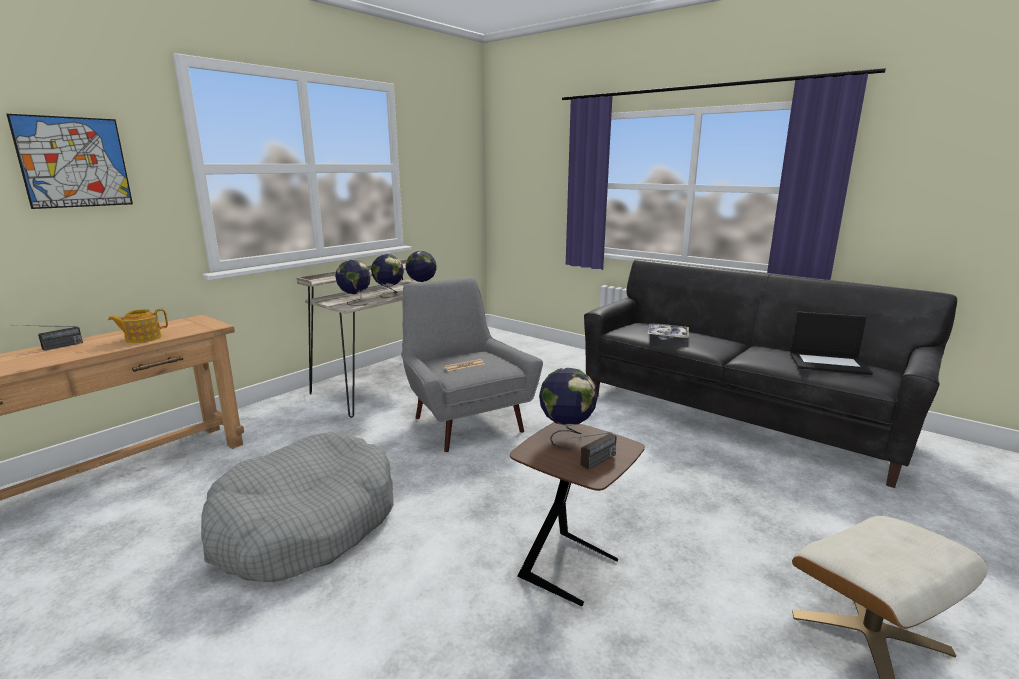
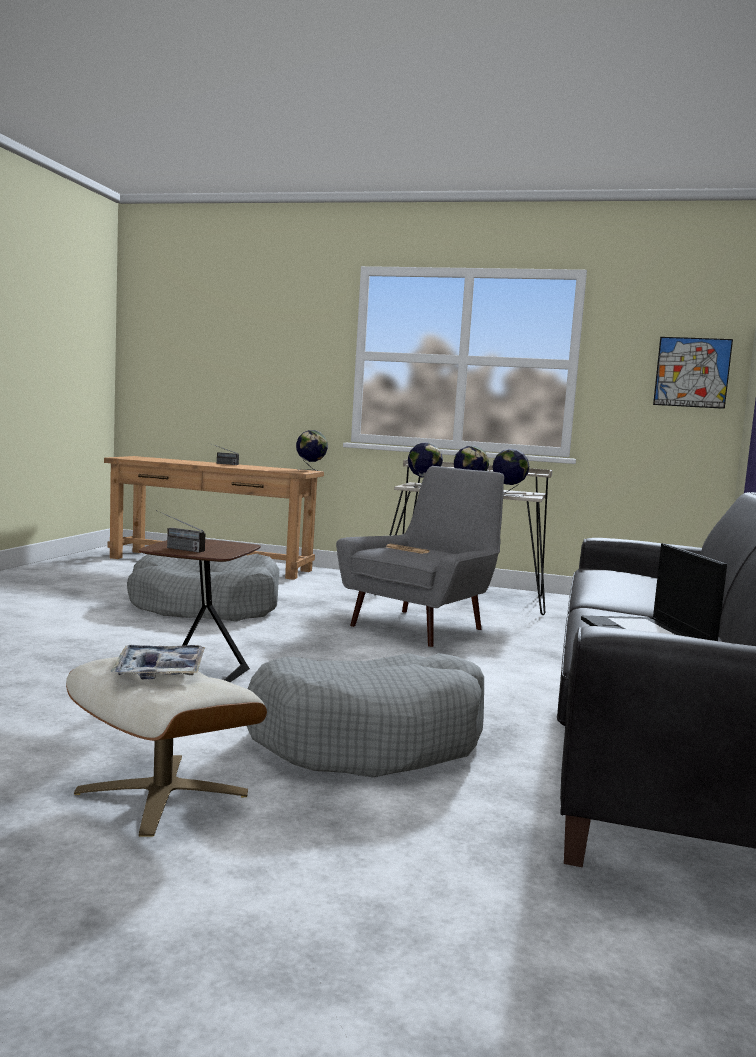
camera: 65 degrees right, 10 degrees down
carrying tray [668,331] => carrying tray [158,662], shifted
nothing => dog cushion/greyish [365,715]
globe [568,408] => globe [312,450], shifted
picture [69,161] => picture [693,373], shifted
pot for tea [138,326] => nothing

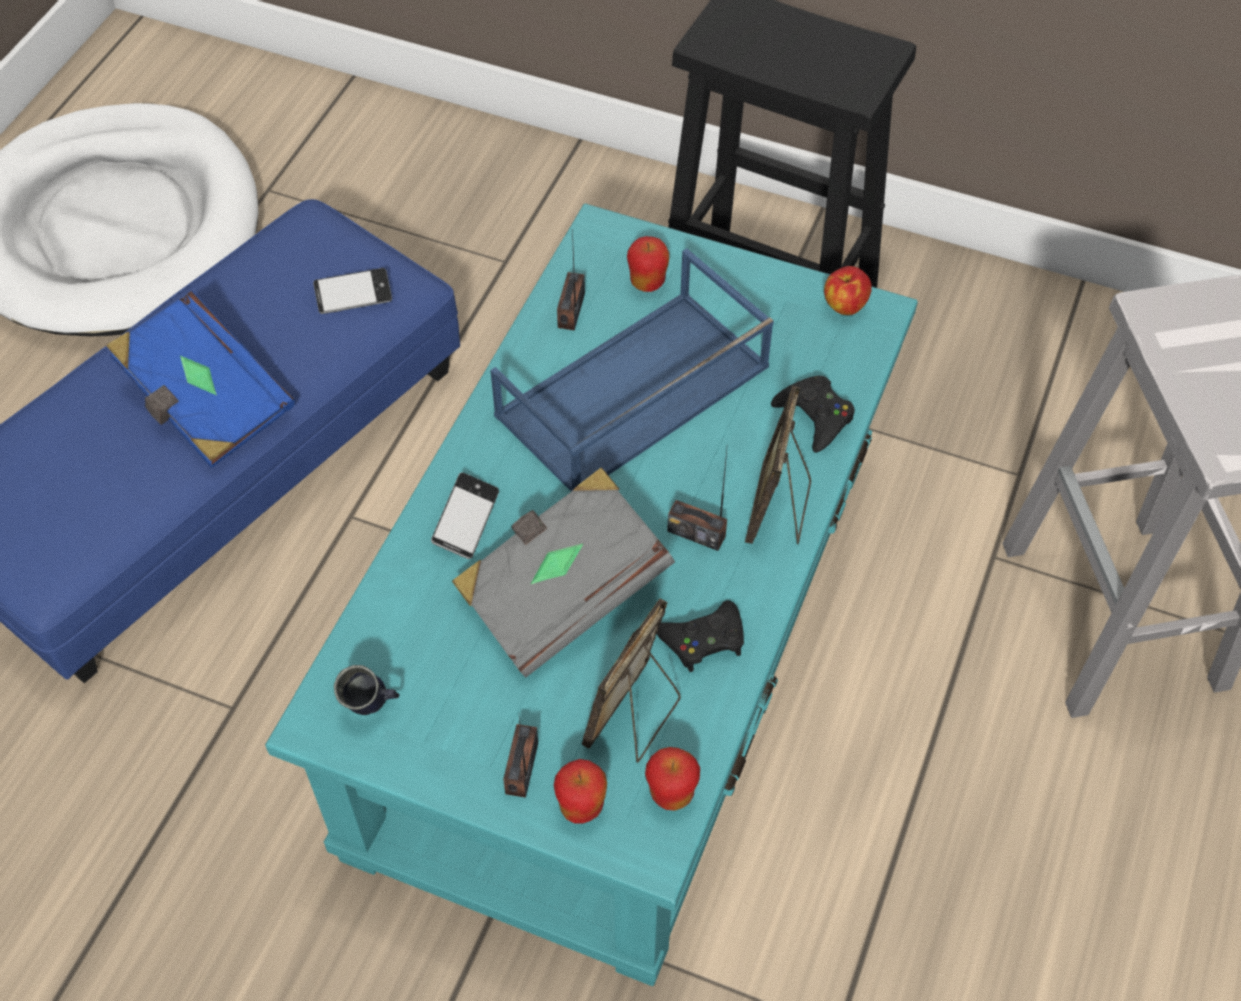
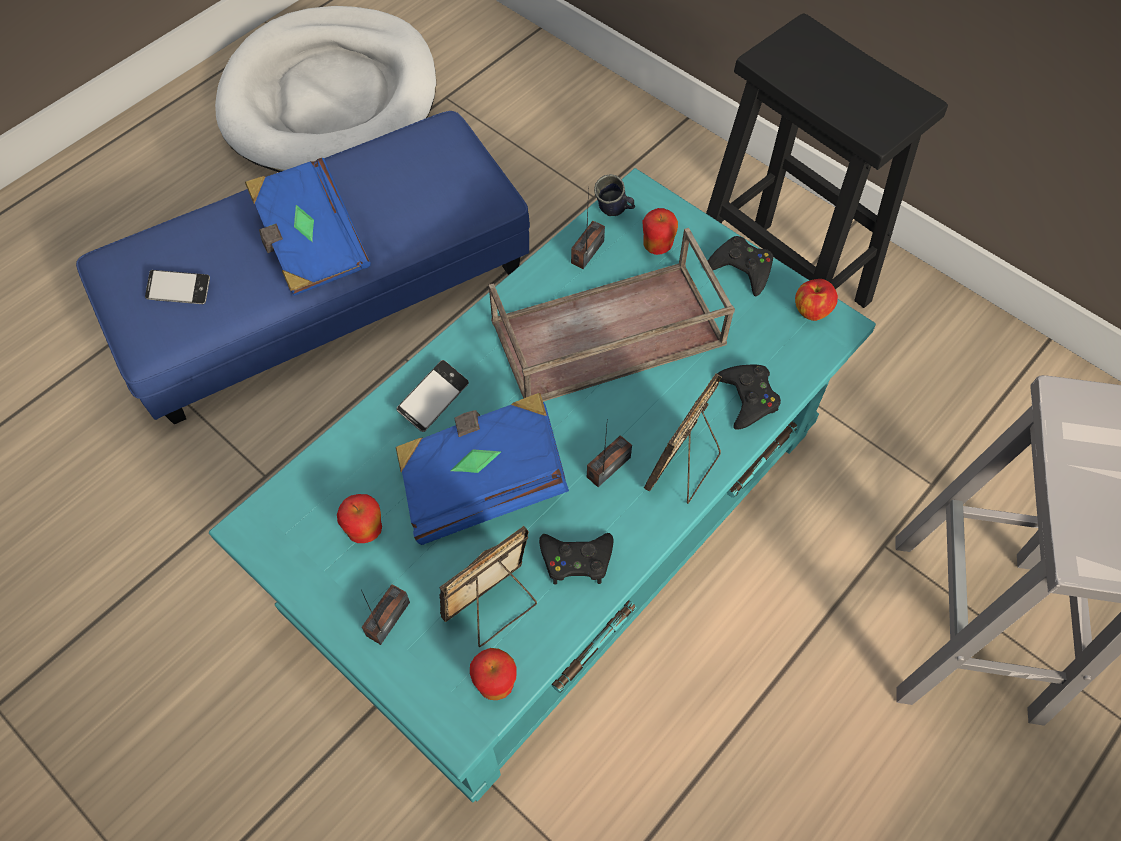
camera: 20 degrees right, 5 degrees up
phone [352,291] => phone [177,287], shifted
whole apple [580,791] => whole apple [359,518], shifted
book/greyish [563,573] => book/blue-coloured [482,469]
carrying tray/blue-coloured [632,370] => carrying tray/brown-coloured [612,315]
radio set [697,500] => radio set [609,456], 90 degrees clockwise
tea mug/blue-coloured [367,690] => tea mug/blue-coloured [614,195], shifted
nothing => gamepad/black-coloured [740,266]

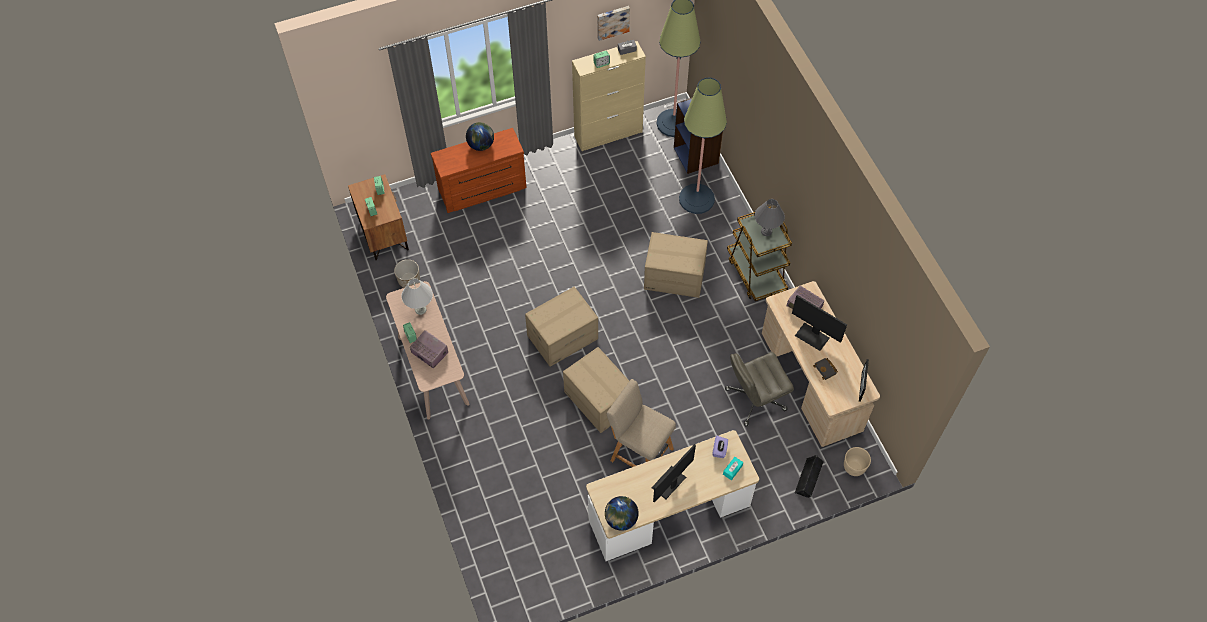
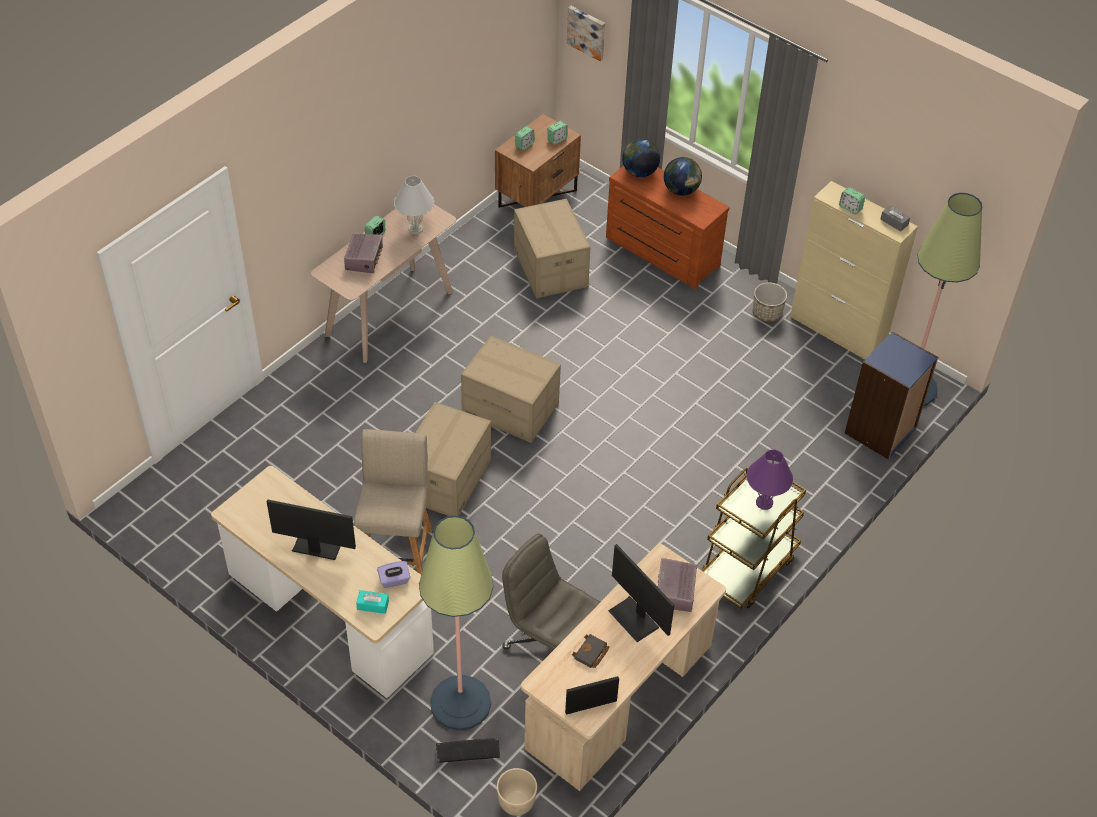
camera: 60 degrees right, 10 degrees down
standing lamp [703,146] => standing lamp [456,623], shifted
carton [676,265] => carton [552,248], shifted
picture [613,23] => picture [586,33], shifted
monitor [819,323] => monitor [641,593], 45 degrees counterclockwise
globe [622,513] => globe [641,158], shifted
lamp for a table/greyish [770,217] => lamp for a table/purple-coloured [769,479]
planter [407,273] => planter [770,302], shifted

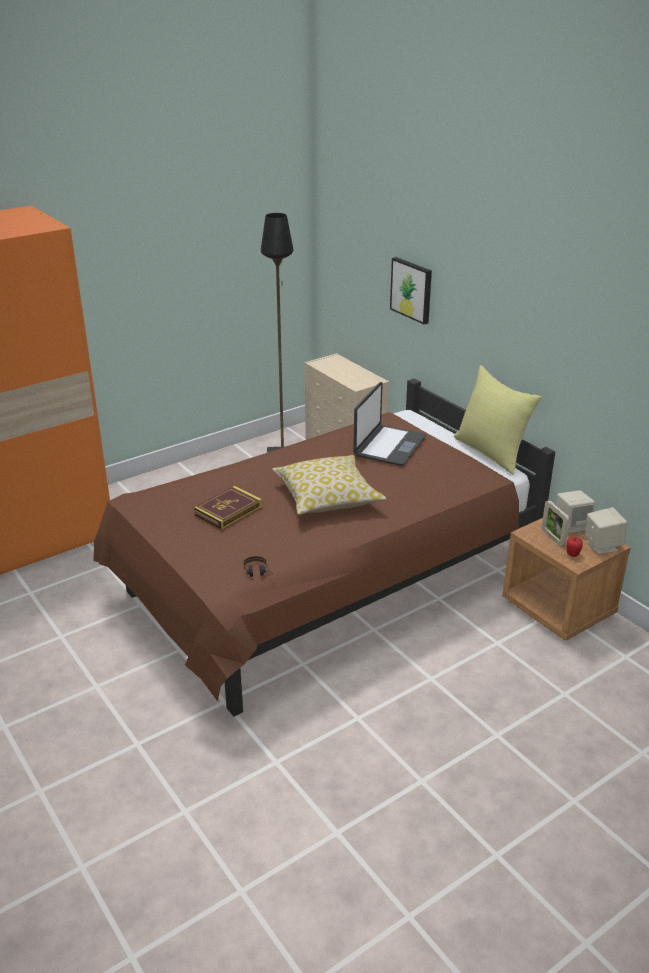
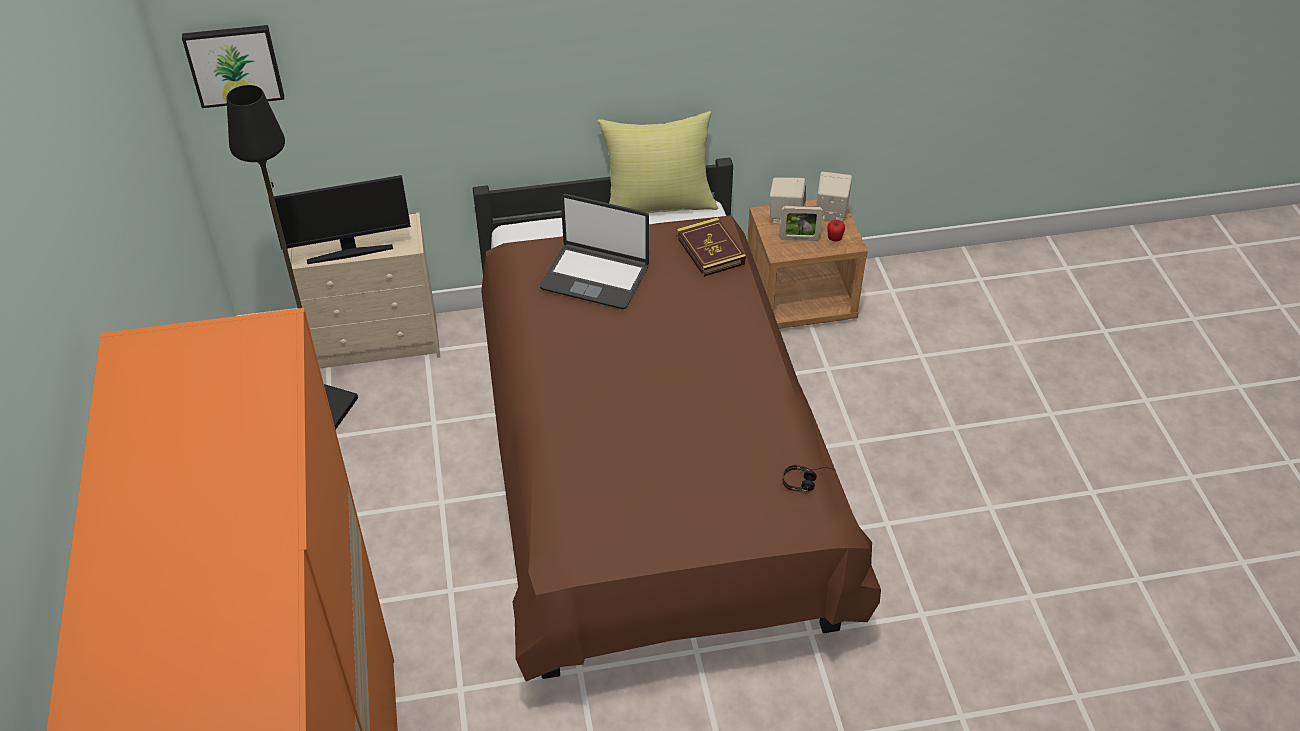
camera: 65 degrees left, 15 degrees up
picture [411,290] => picture [233,66], shifted
nothing => monitor [339,219]
notebook computer [389,424] => notebook computer [594,251], 150 degrees clockwise
book [228,508] => book [711,247], shifted
throw pillow [329,485] => nothing

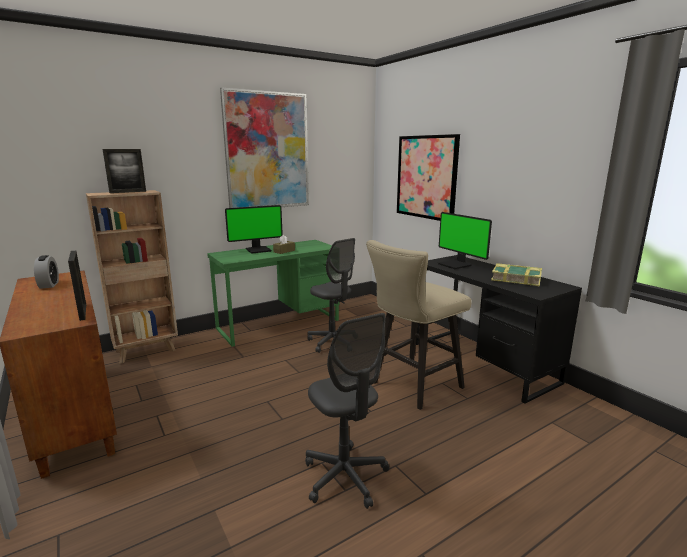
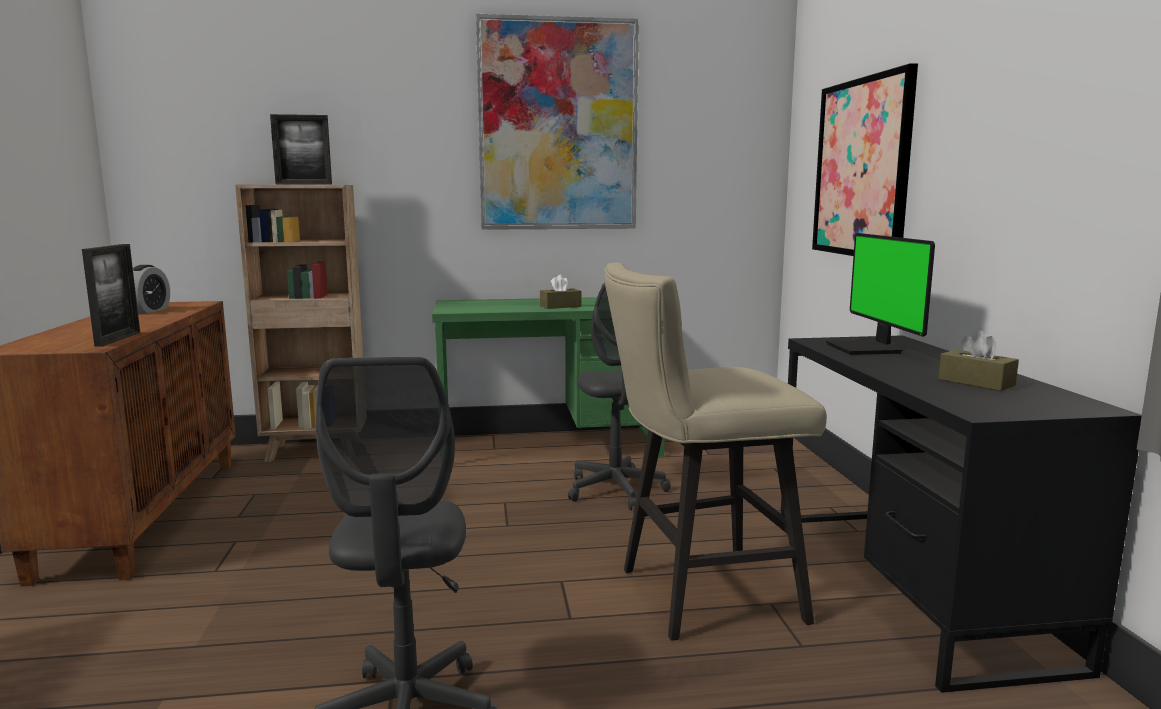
camera: 25 degrees right, 5 degrees down
book [516,274] => tissue box/brown-coloured [978,361]
monitor [254,229] => nothing

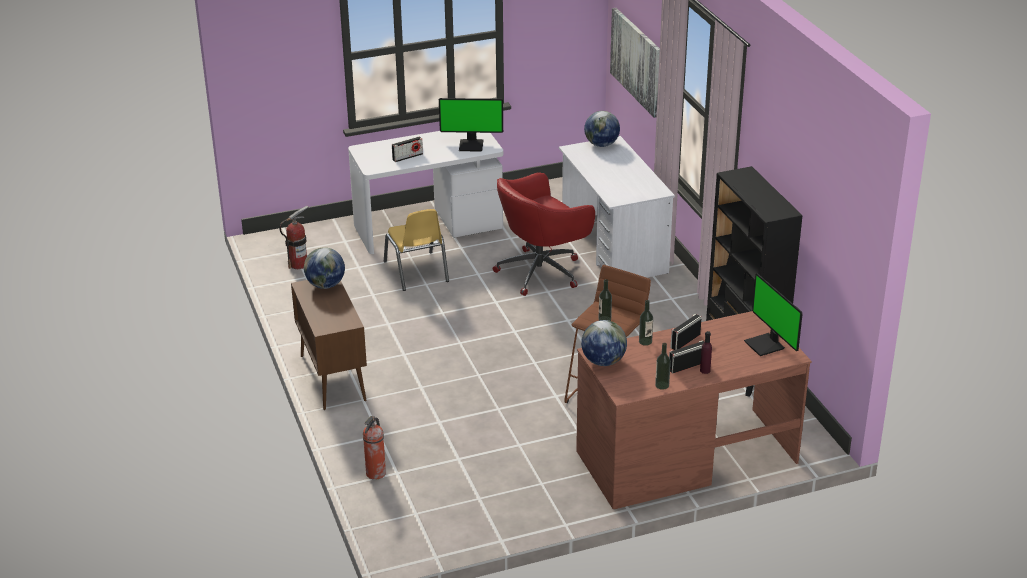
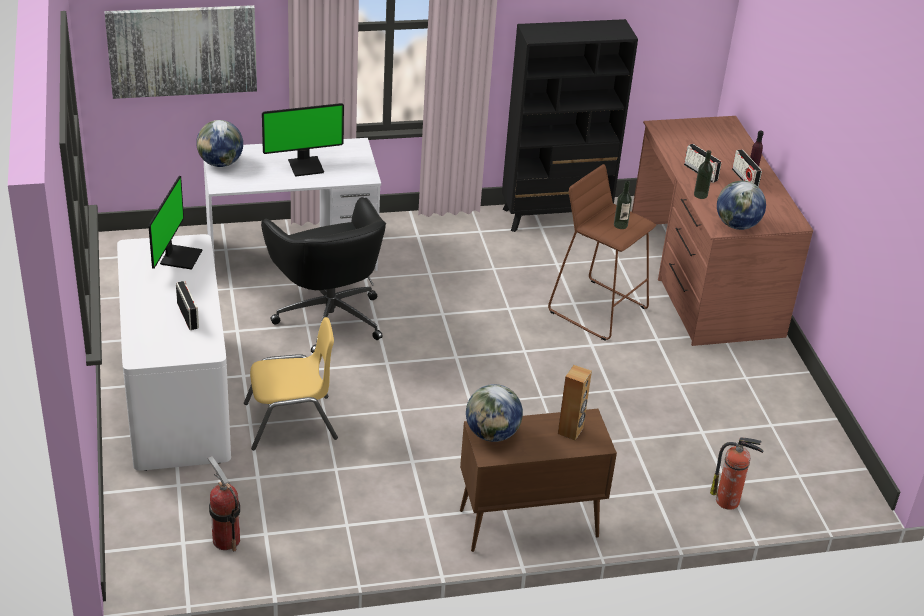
camera: 85 degrees left, 5 degrees up
desk chair/red-coloured [544,234] => desk chair/black-coloured [323,275]
monitor [773,314] => monitor [303,140], shifted
nothing => loudspeaker/brown-coloured [575,402]
drink bottle [663,366] => nothing

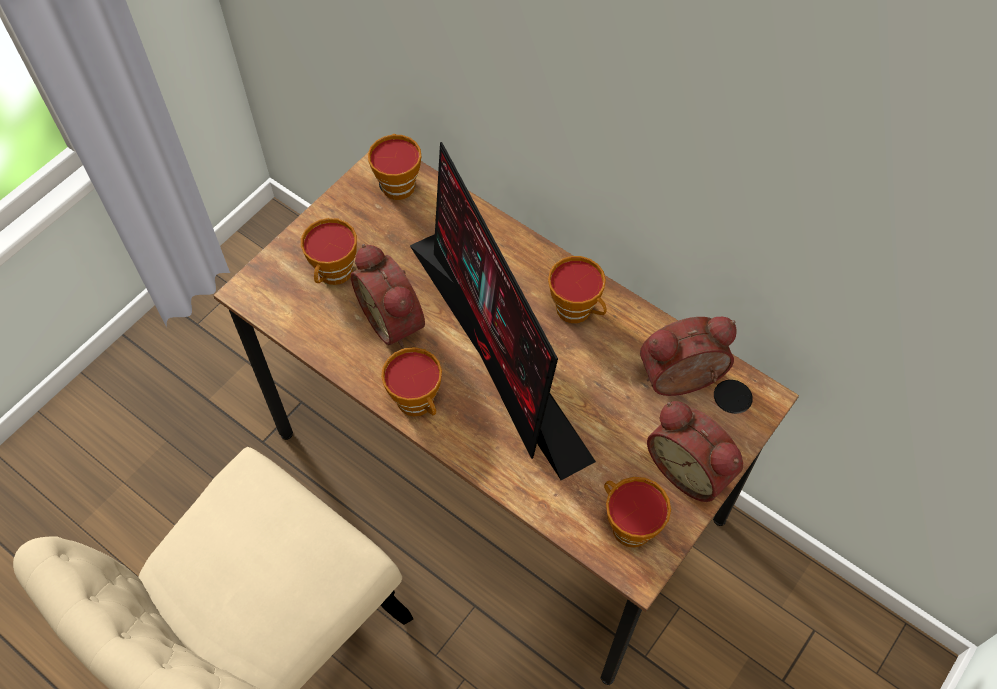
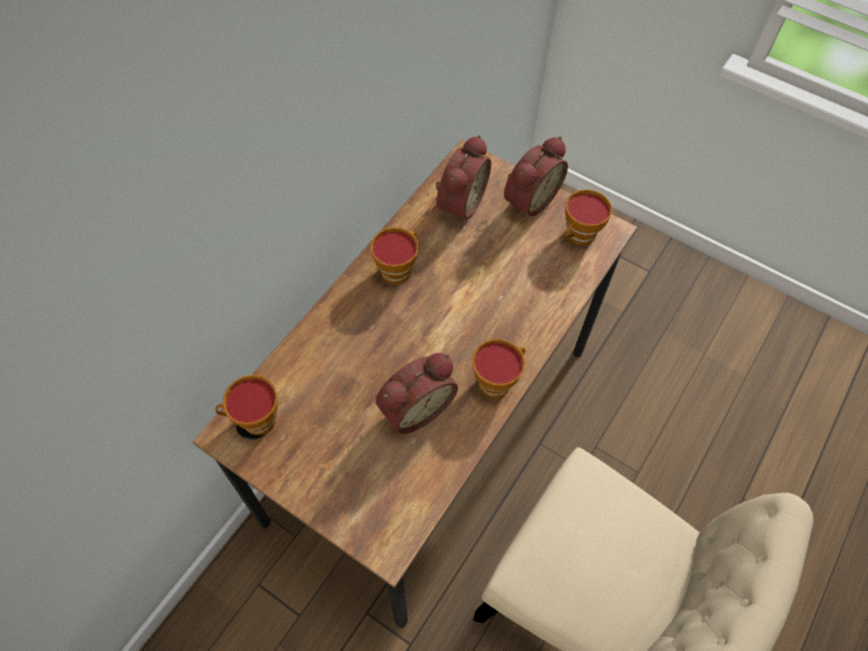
camera: 95 degrees left, 0 degrees up
table clock [688,356] => table clock [463,179], 135 degrees counterclockwise
small cup [329,251] => nothing
monitor [503,311] => nothing

